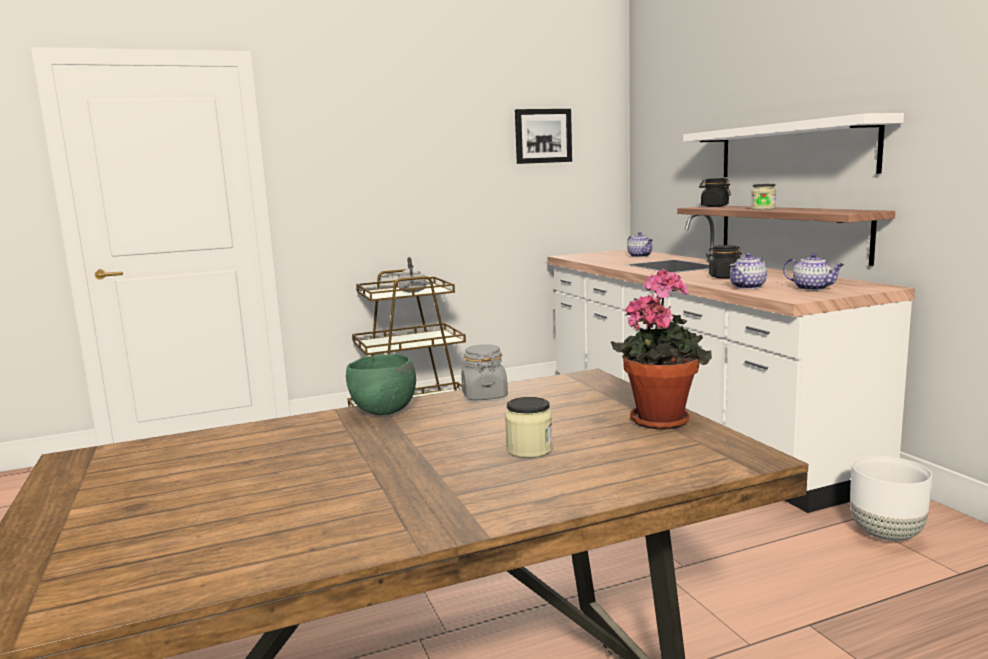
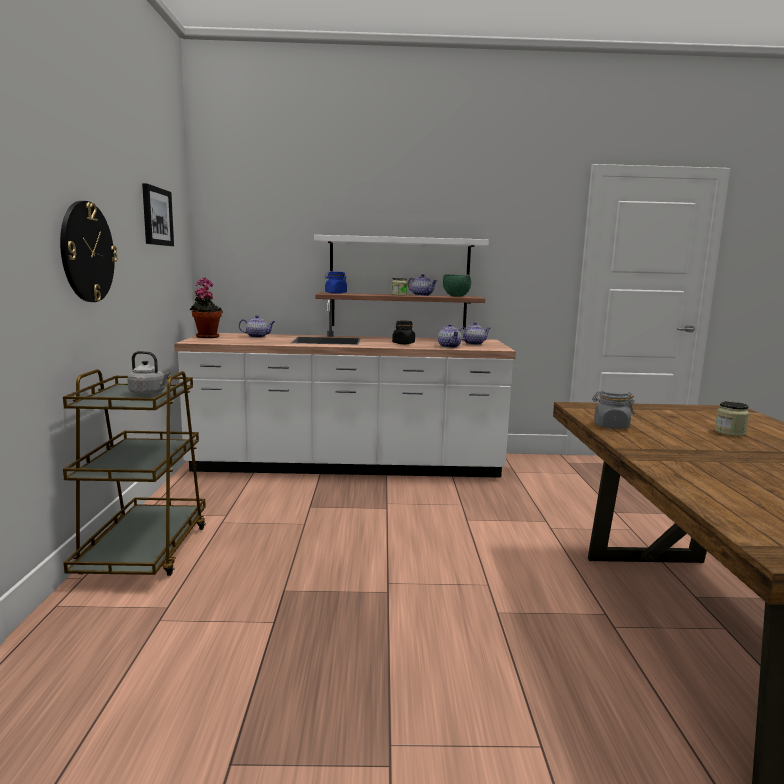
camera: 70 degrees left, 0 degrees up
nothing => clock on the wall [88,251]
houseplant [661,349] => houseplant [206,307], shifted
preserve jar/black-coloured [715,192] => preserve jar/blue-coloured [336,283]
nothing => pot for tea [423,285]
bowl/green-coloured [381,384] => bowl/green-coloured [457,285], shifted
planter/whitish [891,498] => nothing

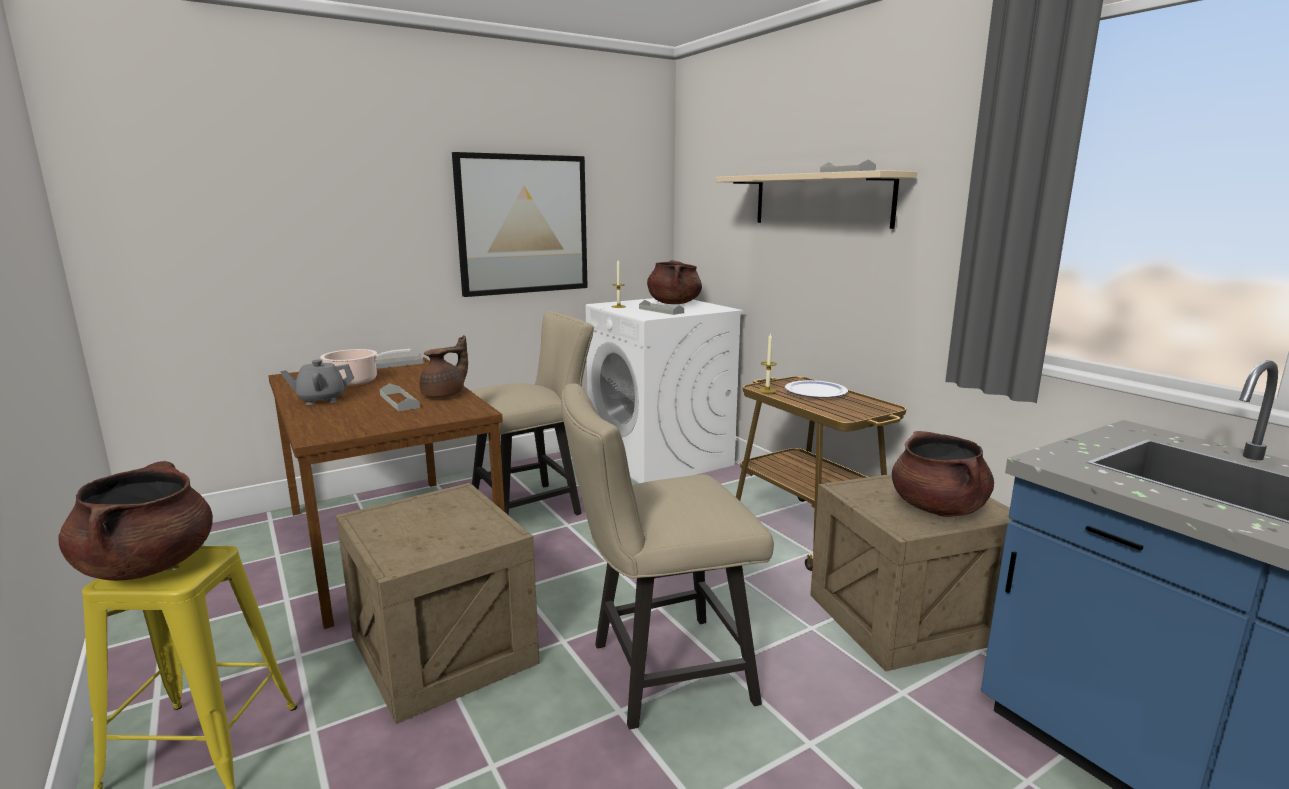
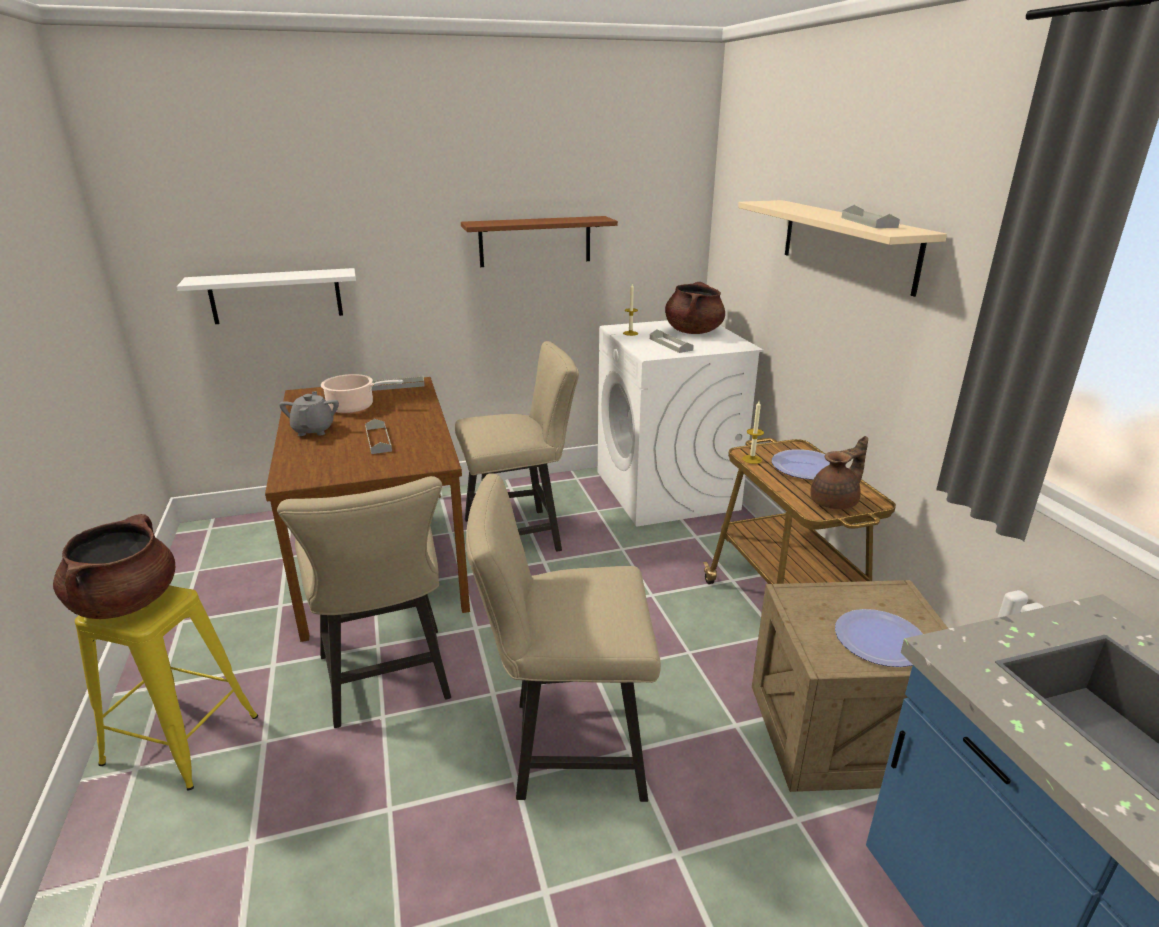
camera: 15 degrees right, 10 degrees up
nothing => shelf/whitish [266,296]
packing crate [437,603] => chair/beige-coloured [364,602]
pot for tea/greyish [317,382] => pot for tea/greyish [309,413], 90 degrees clockwise
picture [520,224] => shelf/brown-coloured [539,241]
pot for tea/brown-coloured [444,366] => pot for tea/brown-coloured [839,472], shifted
stockpot/brown-coloured [943,474] => flat dish [879,638]

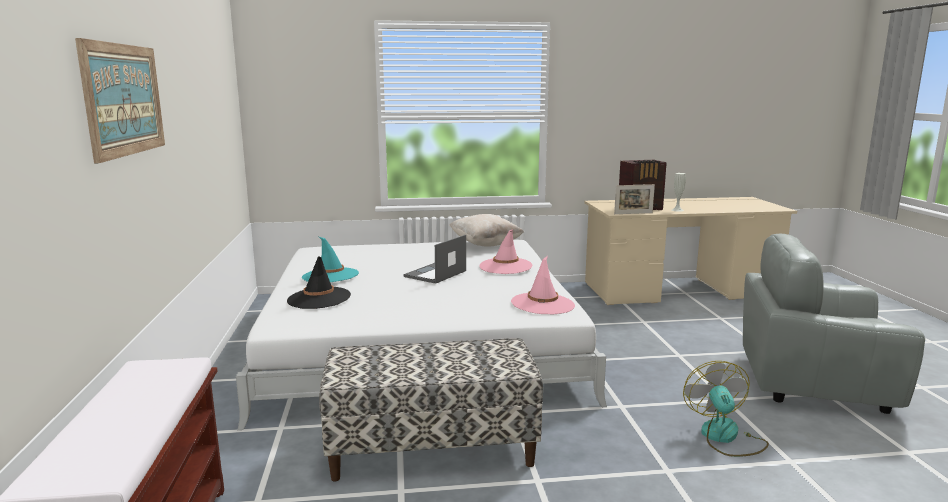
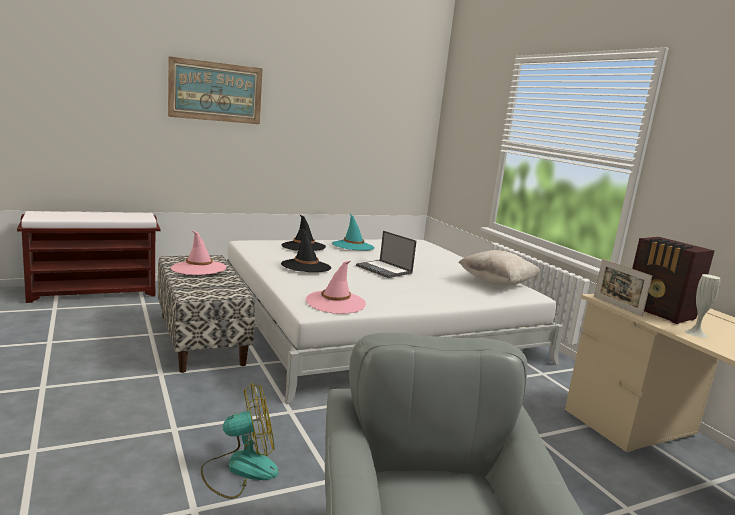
camera: 70 degrees right, 0 degrees up
hat/pinkish [506,251] => hat/pinkish [199,253], shifted
nothing => hat/black-coloured [306,250]
notebook computer [435,259] => notebook computer [386,254], 150 degrees counterclockwise

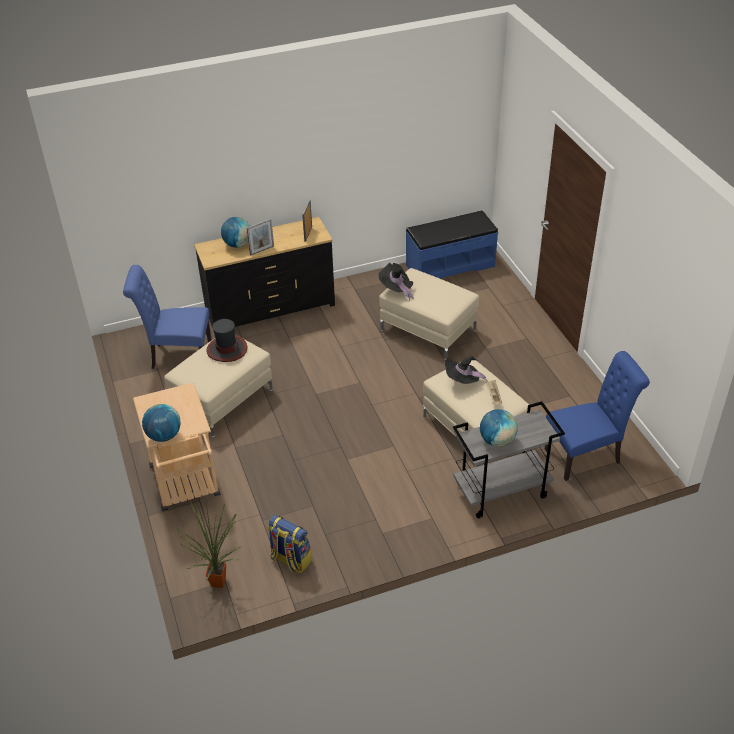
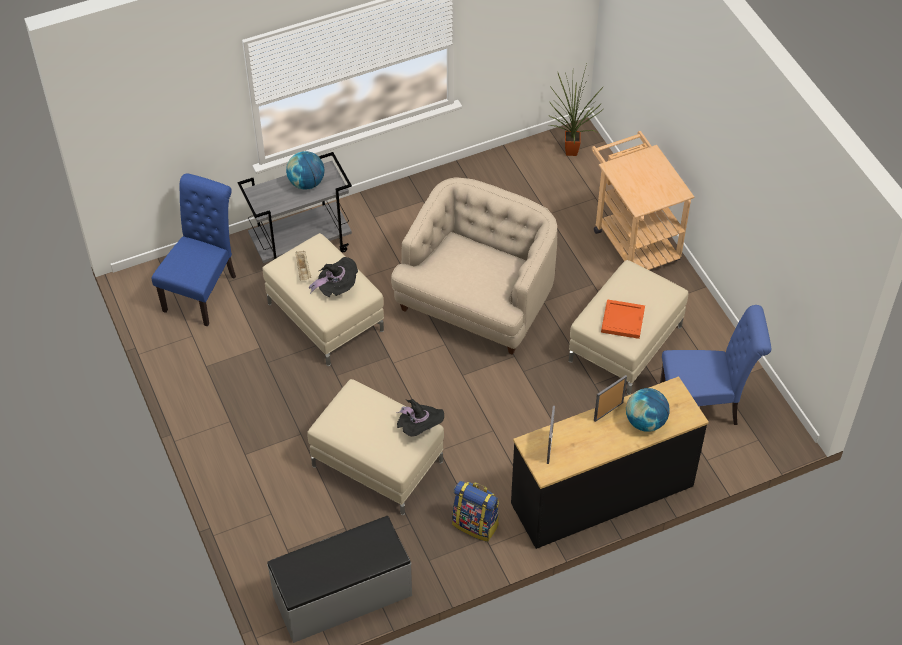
camera: 175 degrees right, 10 degrees up
chair/blue-coloured [597,416] => chair/blue-coloured [194,250], 135 degrees clockwise
bench/blue-coloured [452,245] => bench/greyish [339,579]
nothing => armchair/beige-coloured [474,266]
knapsack [290,544] => knapsack [475,511], shifted
hat [227,340] => carrying tray/orangey [623,319]
globe [161,423] => nothing

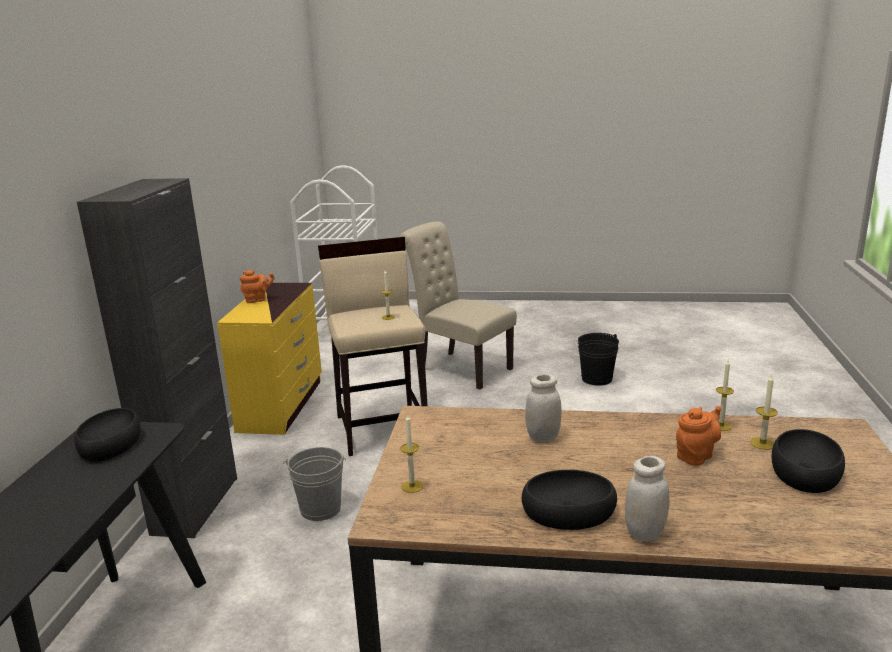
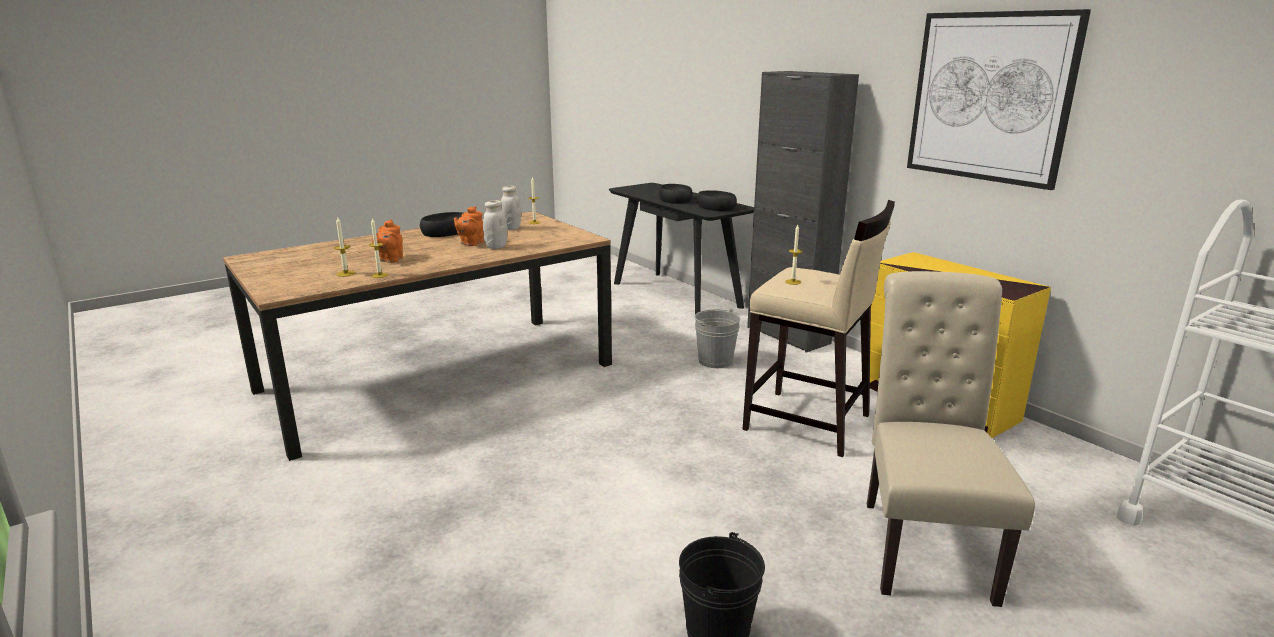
camera: 135 degrees right, 0 degrees up
pot for tea/orangey [257,286] => pot for tea/orangey [468,226], shifted
preserve jar/whitish [647,498] => preserve jar/whitish [511,208], shifted
bowl/black-coloured [808,461] => bowl/black-coloured [676,194], shifted
chair/beige-coloured [458,305] => chair/beige-coloured [951,439], 75 degrees counterclockwise
nothing => picture [999,99]

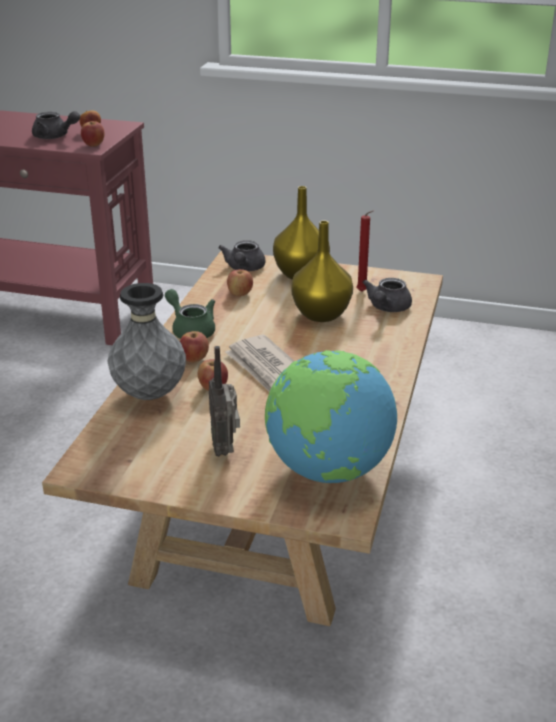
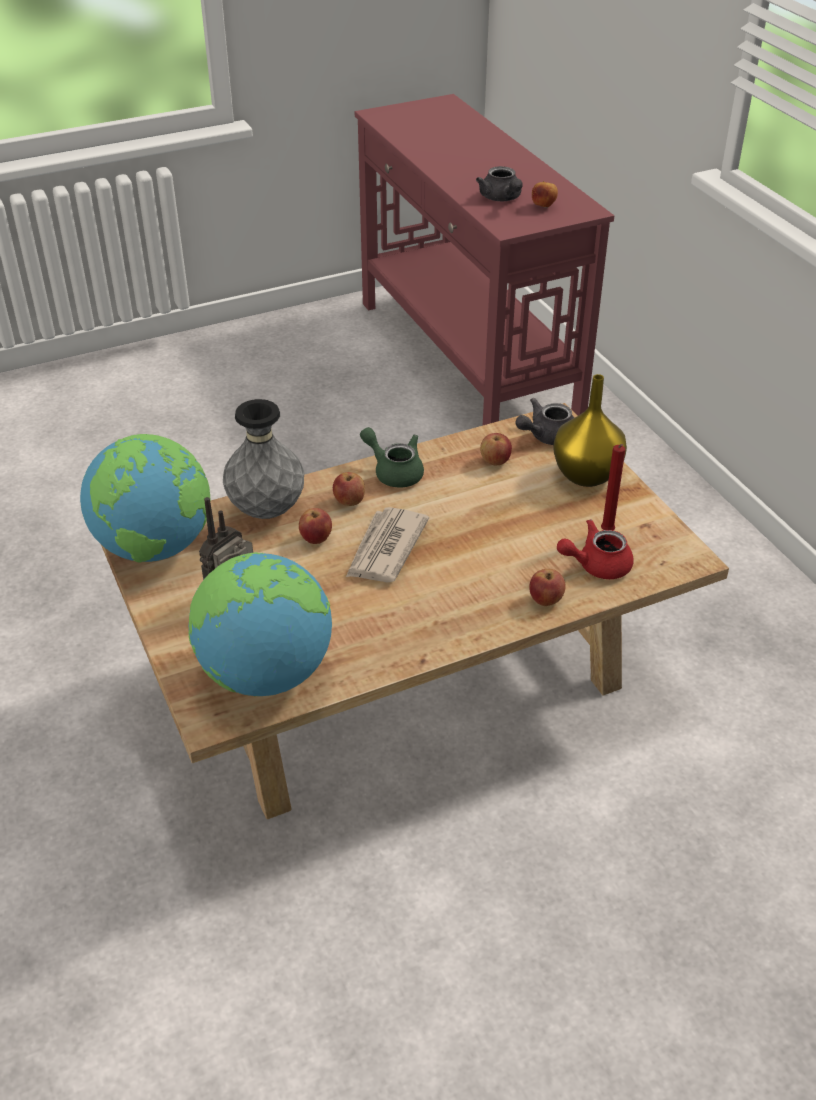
camera: 50 degrees right, 10 degrees up
nothing => globe [145,498]
pot for tea/green-coloured [190,314] => pot for tea/green-coloured [392,457], 60 degrees counterclockwise
whole apple [93,134] => whole apple [547,587], shifted
pot for tea/greyish [387,295] => pot for tea/red-coloured [595,549]
flower vase/yellow-coloured [322,271] => nothing

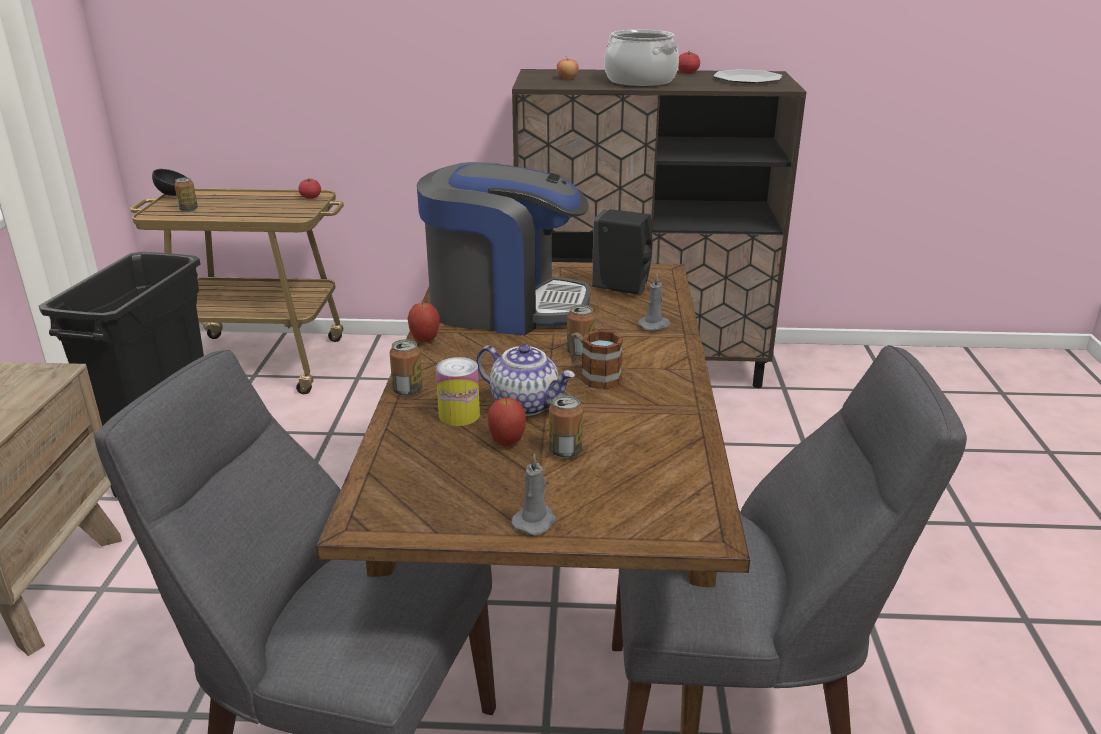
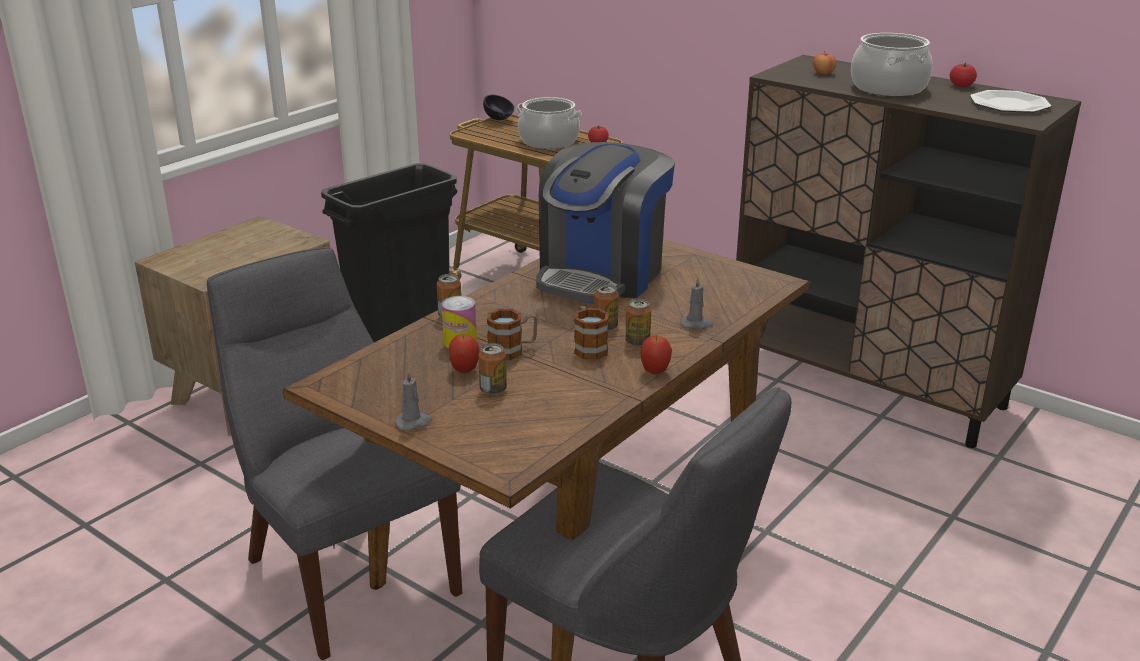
camera: 35 degrees right, 0 degrees up
pot for tea [525,380] => tea mug [512,334]
nothing => stockpot [549,123]
coffee brewer [504,248] => coffee brewer [605,223], 75 degrees clockwise
can [186,194] => can [638,322], shifted
whole apple [423,323] => whole apple [656,354], shifted
soap dispenser/black-coloured [622,252] => nothing

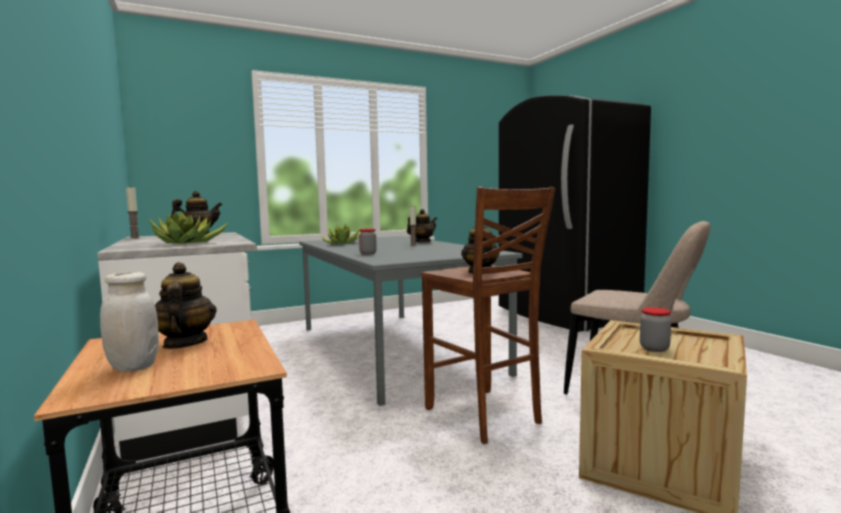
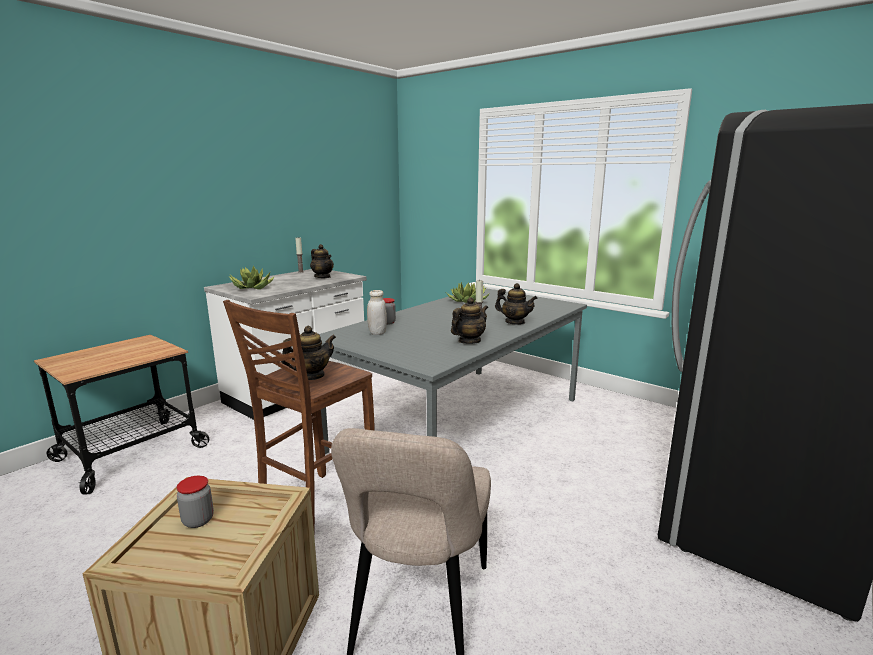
camera: 65 degrees right, 10 degrees up
preserve jar/whitish [129,322] => preserve jar/whitish [377,312], shifted
pot for tea [186,305] => pot for tea [469,320], shifted

